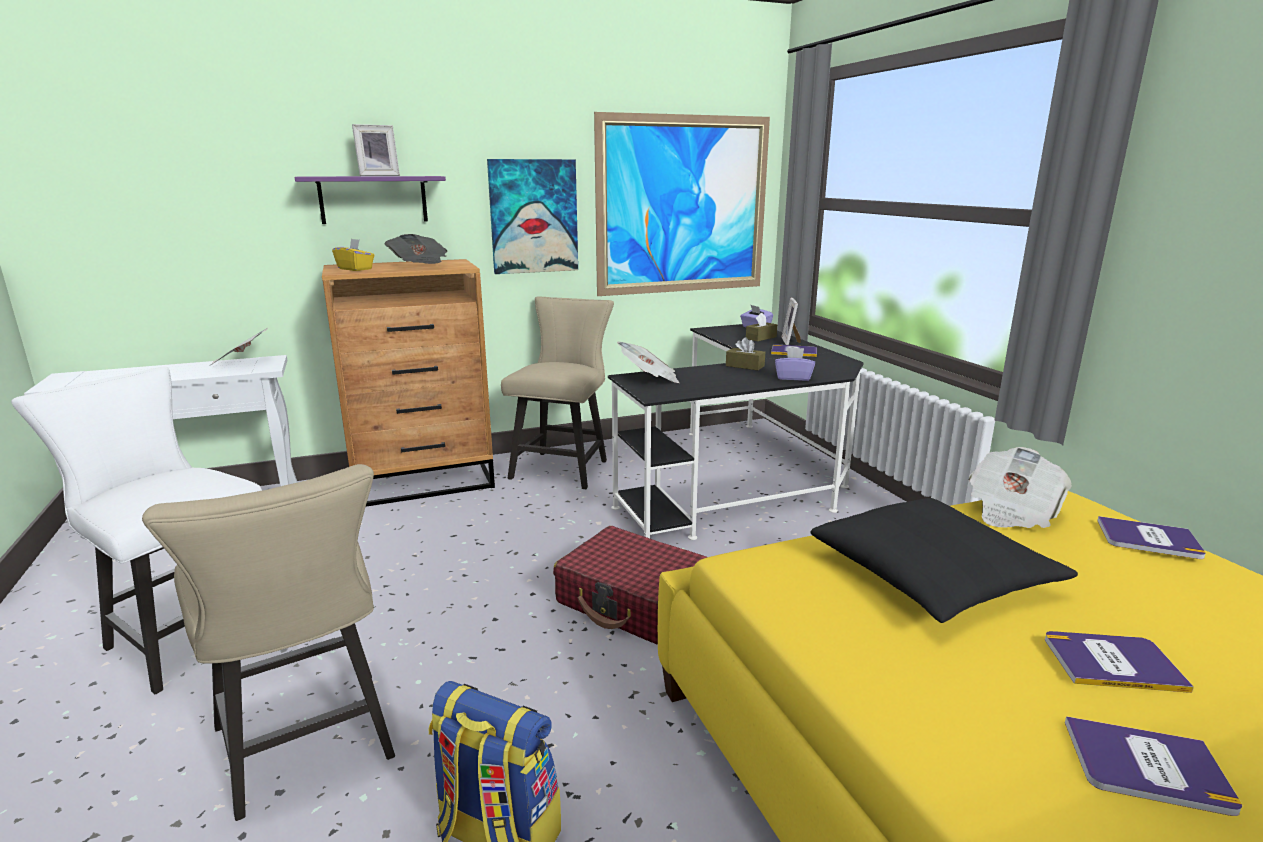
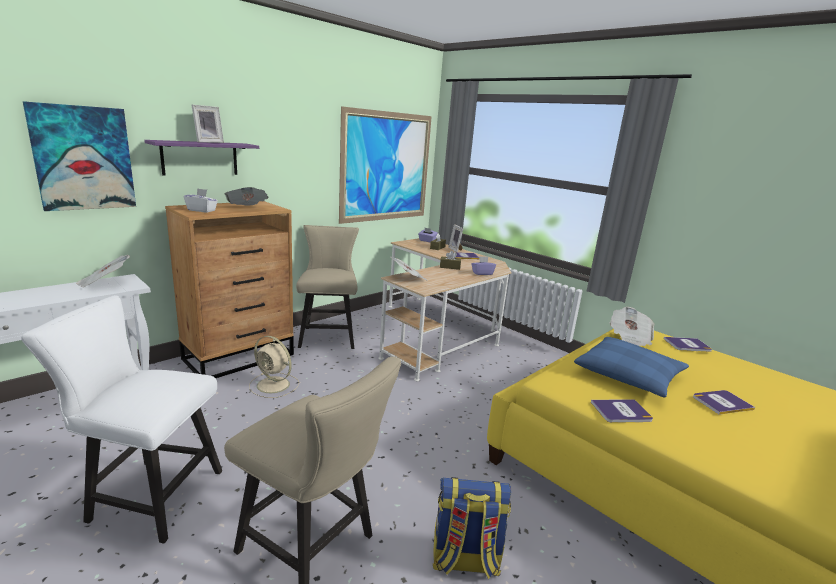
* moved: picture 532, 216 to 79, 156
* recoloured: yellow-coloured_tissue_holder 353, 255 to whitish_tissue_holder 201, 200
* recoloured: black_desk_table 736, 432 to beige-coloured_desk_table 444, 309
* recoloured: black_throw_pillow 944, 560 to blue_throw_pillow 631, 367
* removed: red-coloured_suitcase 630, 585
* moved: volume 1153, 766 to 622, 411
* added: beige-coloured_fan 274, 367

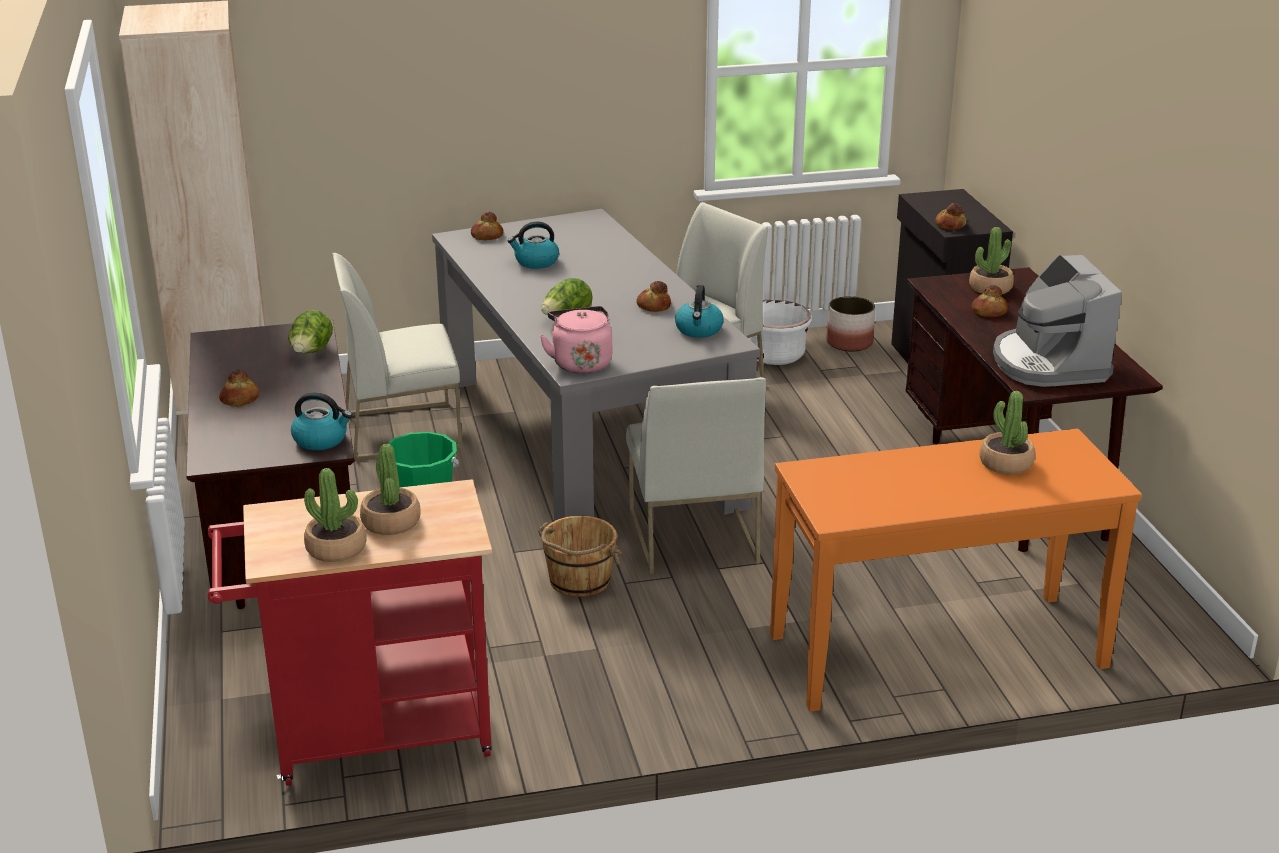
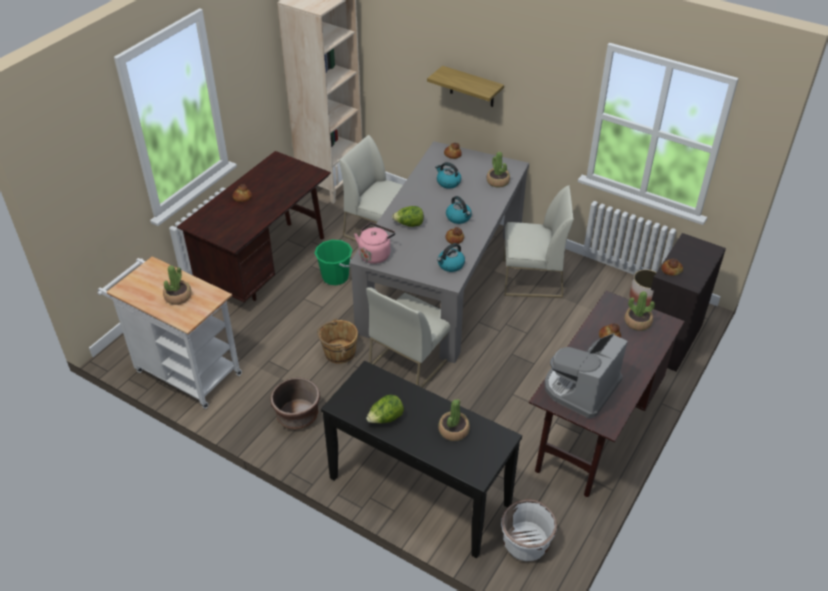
* moved: whitish_planter 779, 332 to 529, 530
* moved: head_of_lettuce 310, 331 to 385, 409
* moved: water_kettle 321, 421 to 459, 210
* recoloured: orangey_hall_table 956, 570 to black_hall_table 421, 459
* moved: potted_plant 335, 515 to 498, 170
* recoloured: red-coloured_cart 350, 632 to whitish_cart 170, 332
* added: bracket_shelf 465, 86
* added: brownish_planter 295, 404

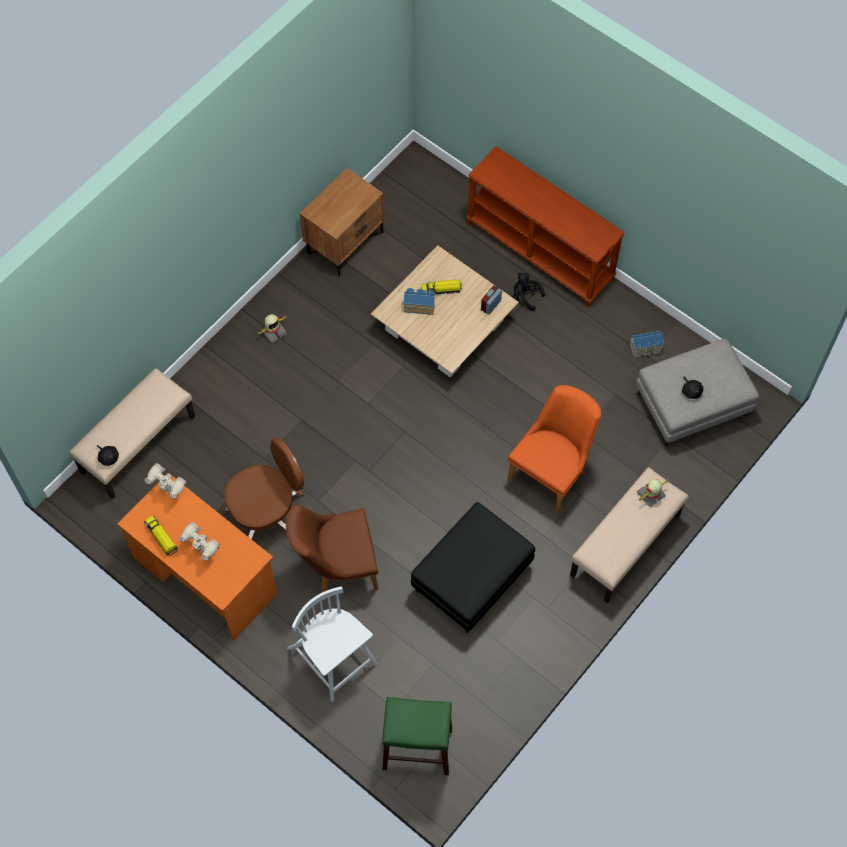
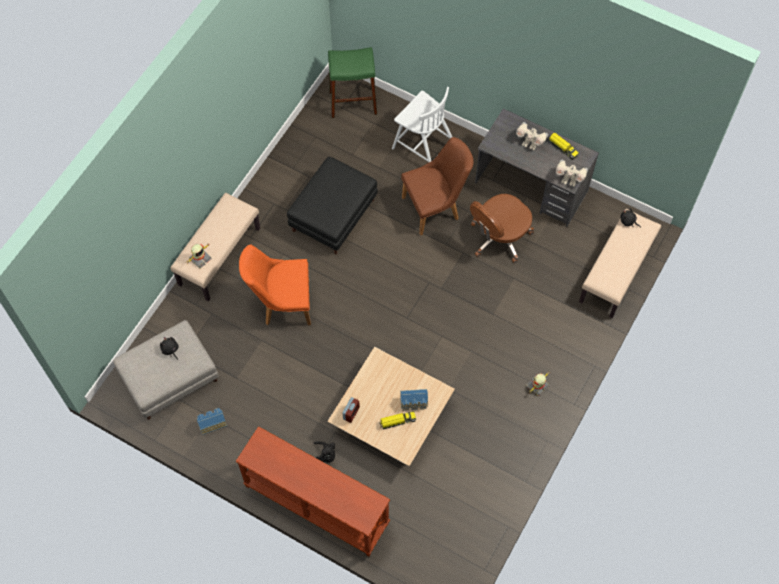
* removed: brownish_night_table 342, 222
* turned: orangey_plain_chair 554, 449 = 275, 284 60 degrees clockwise
* recoloured: orangey_desk_table 197, 557 to gray_desk_table 537, 167

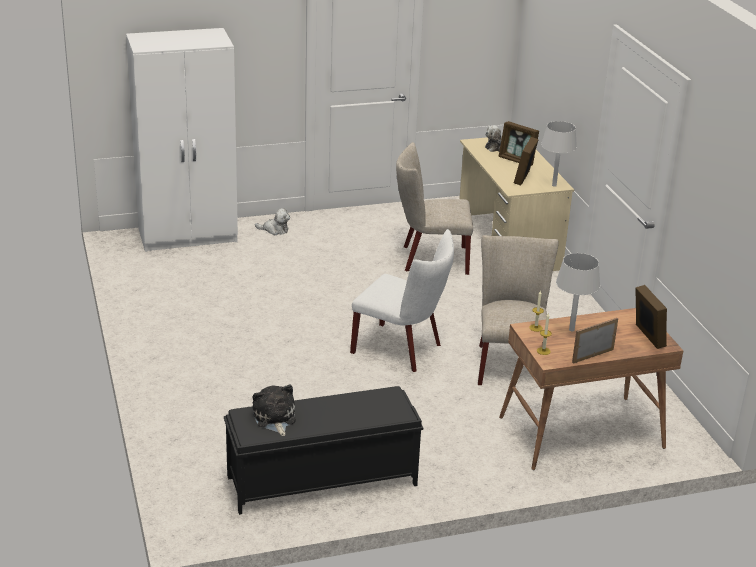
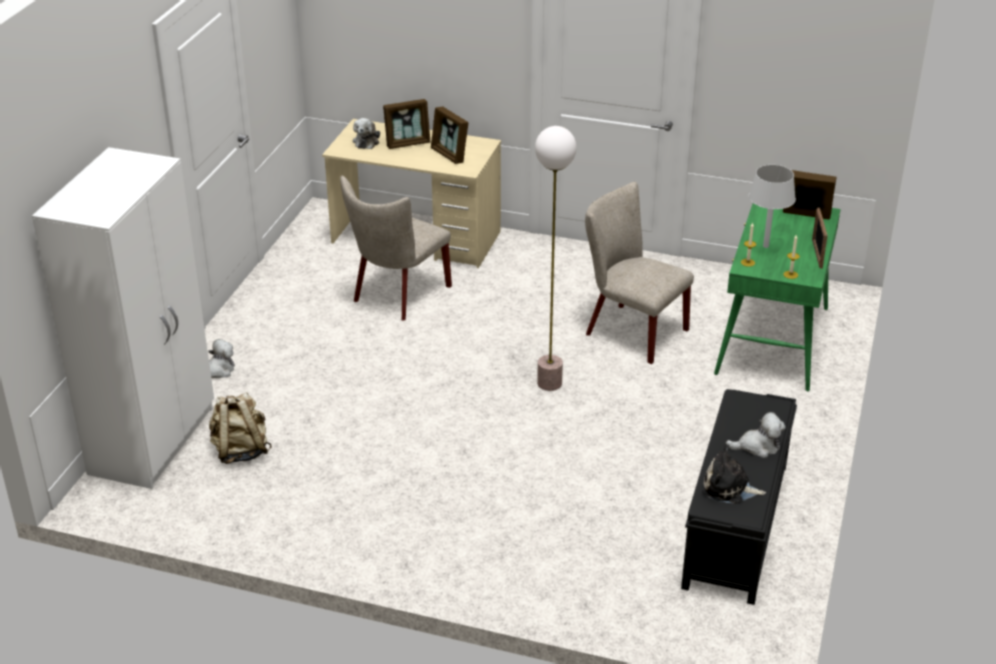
* removed: gray_table_lamp 559, 154
* replaced: whitish_plain_chair 402, 300 to standard_lamp 555, 258
* recoloured: brownish_desk_table 591, 389 to green-coloured_desk_table 777, 297
* added: beige-coloured_rucksack 240, 428
* added: soft_toy 756, 435

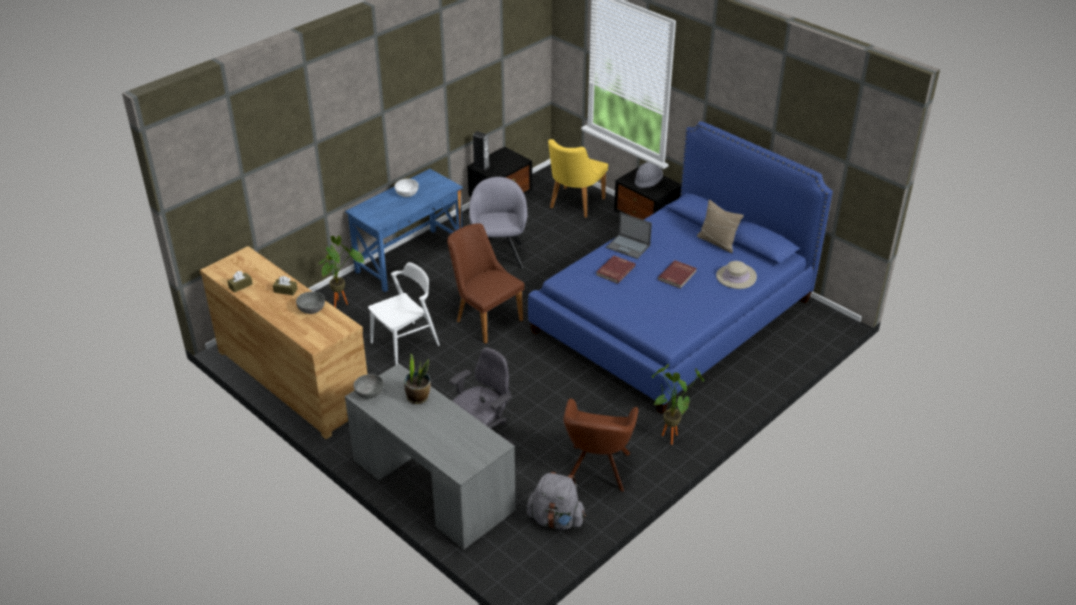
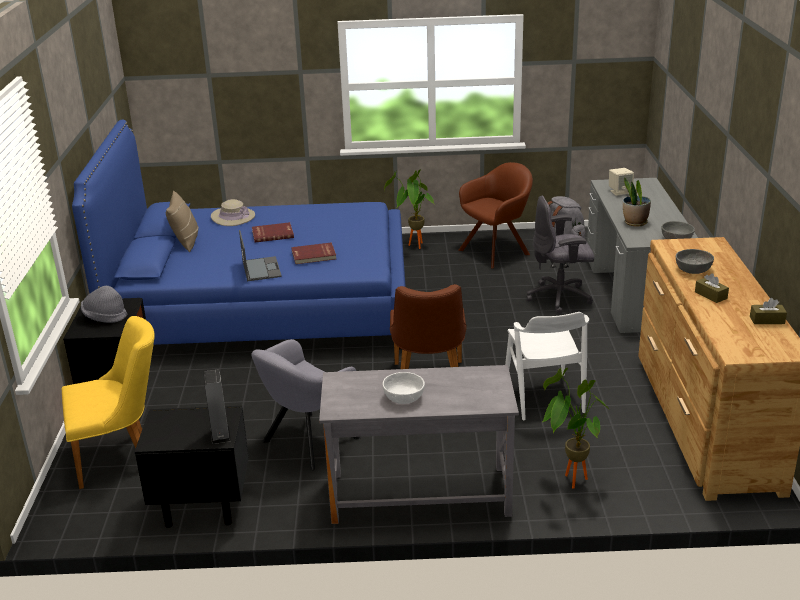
* recoloured: blue_desk_table 404, 230 to gray_desk_table 419, 444
* turned: whitish_plain_chair 404, 313 = 547, 366 105 degrees counterclockwise
* added: beige-coloured_audio_speaker 621, 182

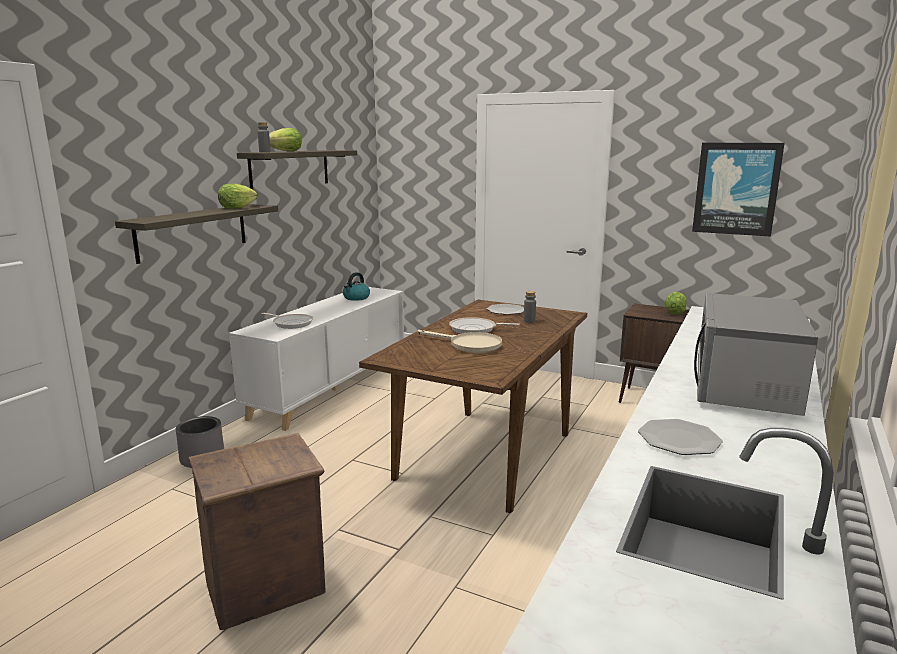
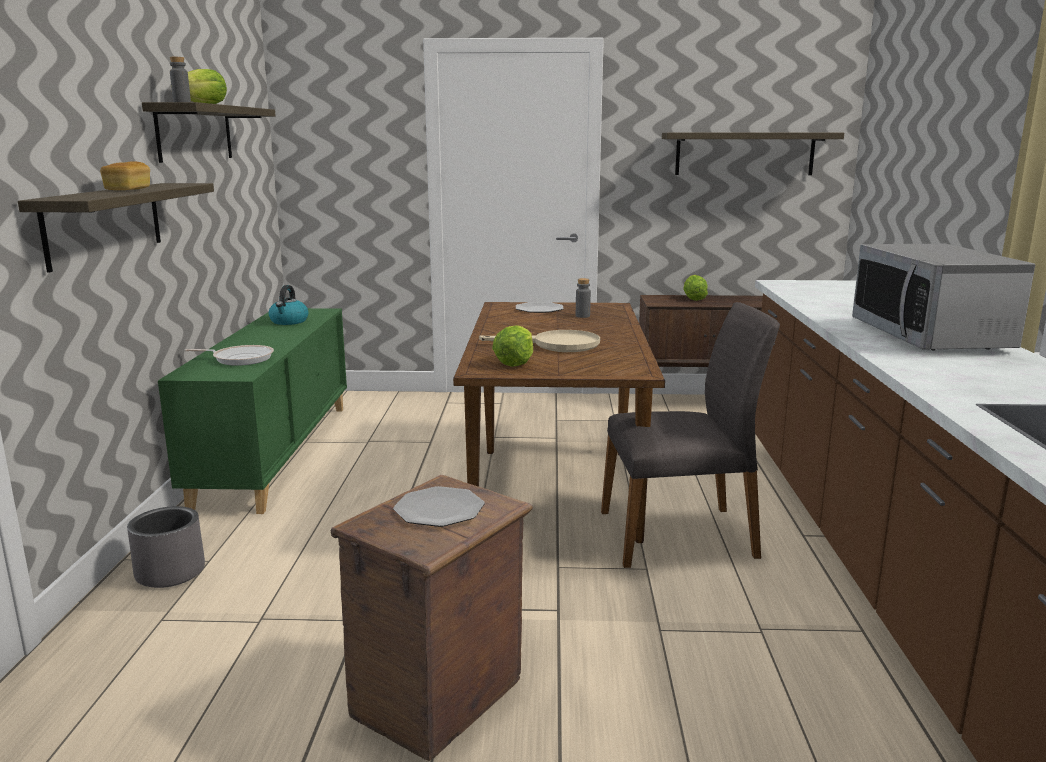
* replaced: picture 738, 190 to bracket_shelf 753, 154
* moved: head_of_lettuce 237, 196 to 512, 346
* recoloured: whitish_storage_cabinet 316, 359 to green-coloured_storage_cabinet 252, 411
* removed: pan 484, 325
* moved: plate 680, 437 to 439, 506
* added: bakery_bread 125, 176
* added: gray_plain_chair 690, 435

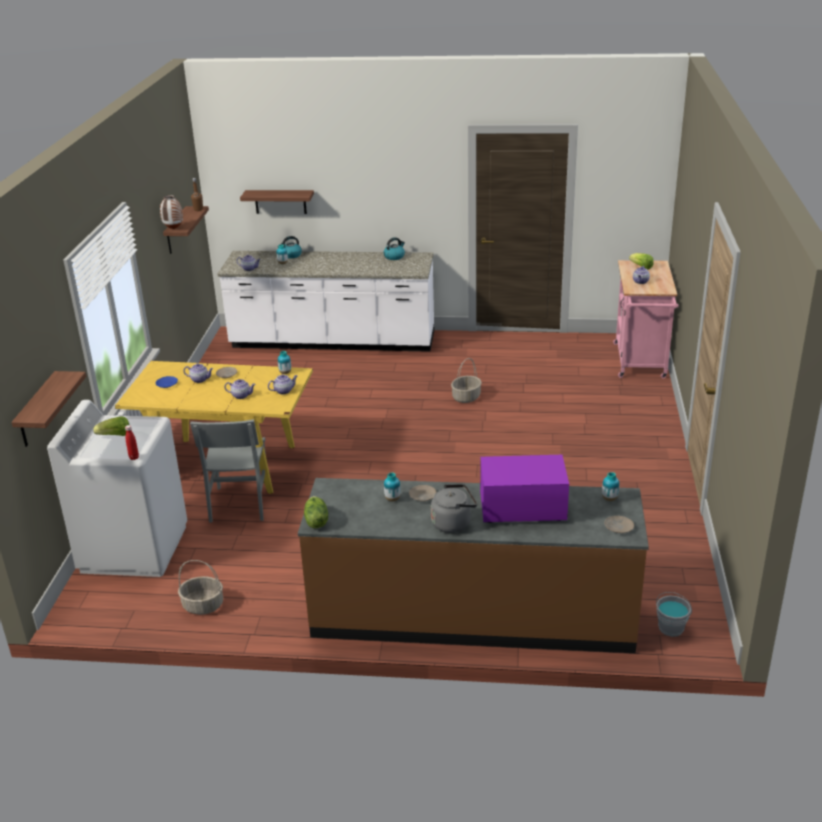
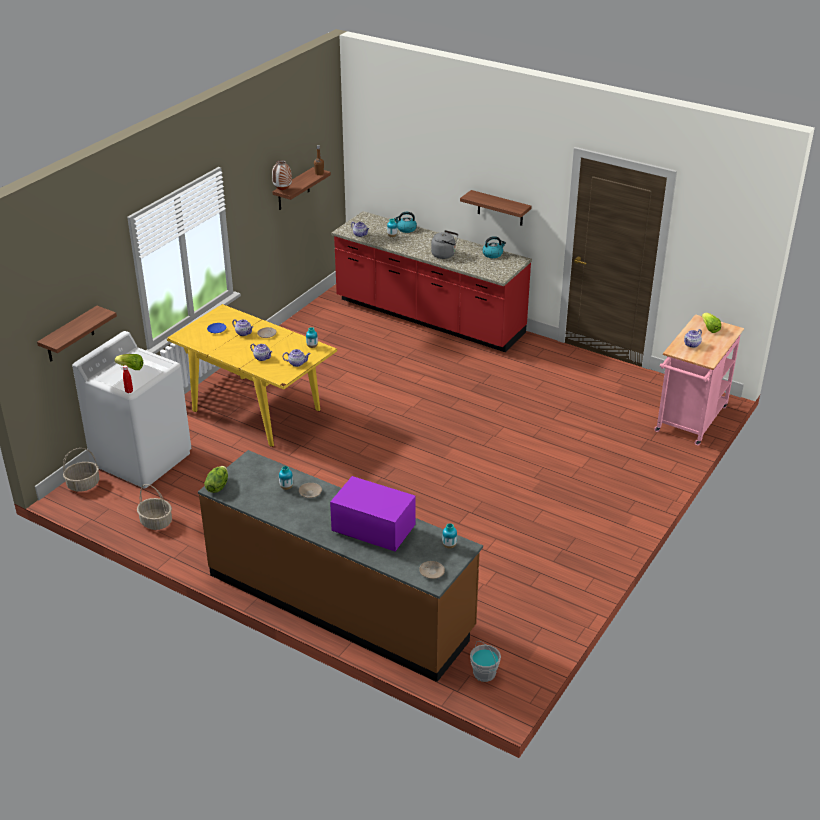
* moved: bracket_shelf 277, 202 to 496, 208
* recoloured: whitish_kitchen_base_unit 326, 301 to red-coloured_kitchen_base_unit 431, 281
* moved: household_basket 466, 380 to 81, 470
* removed: gray_plain_chair 228, 471
* moved: gray_water_kettle 454, 508 to 444, 244

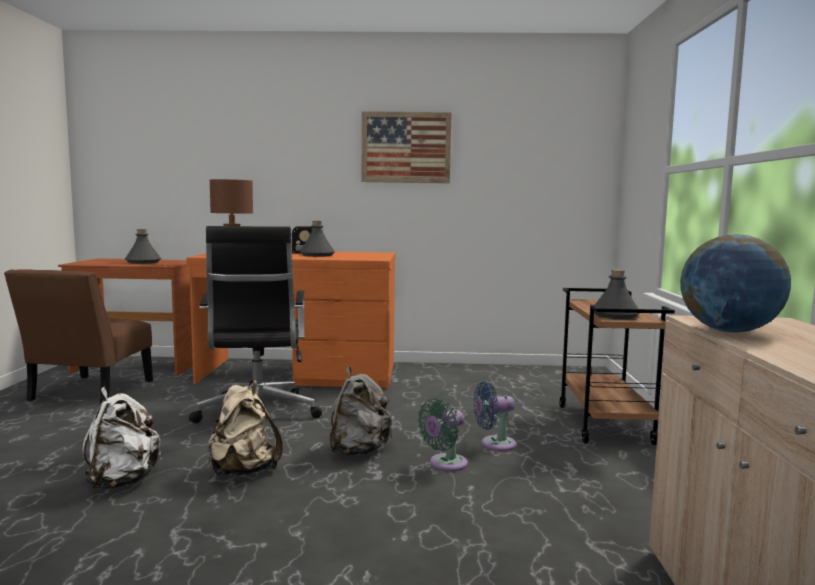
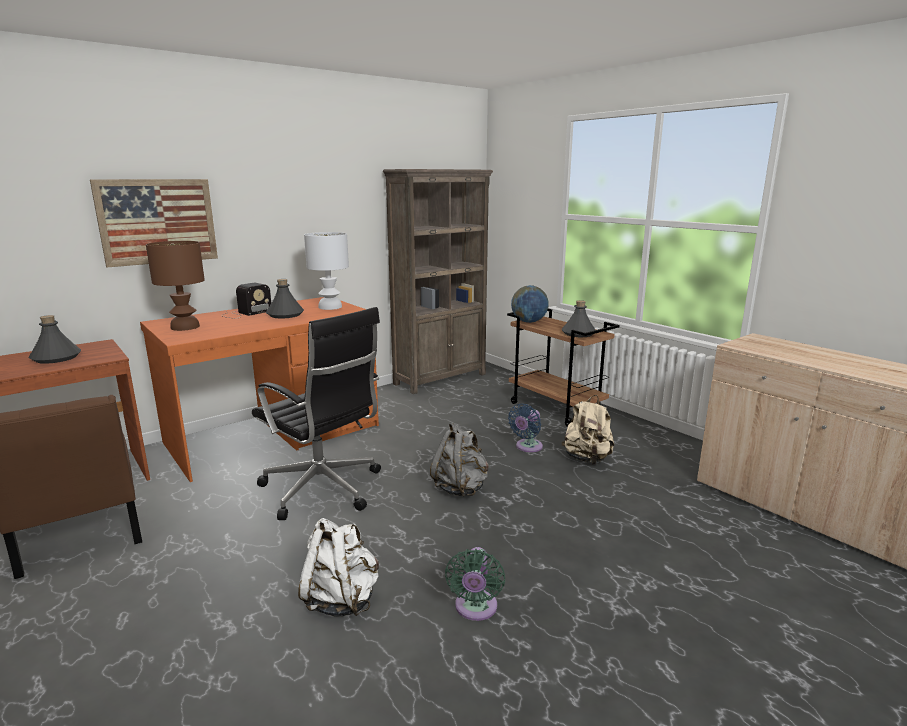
* moved: picture 407, 147 to 154, 223
* moved: world_globe 735, 283 to 530, 304
* moved: beige-coloured_rucksack 245, 428 to 588, 430
* moved: green-coloured_fan 442, 435 to 475, 584
* added: brownish_bookshelf 438, 281
* added: whitish_table_lamp 326, 271

